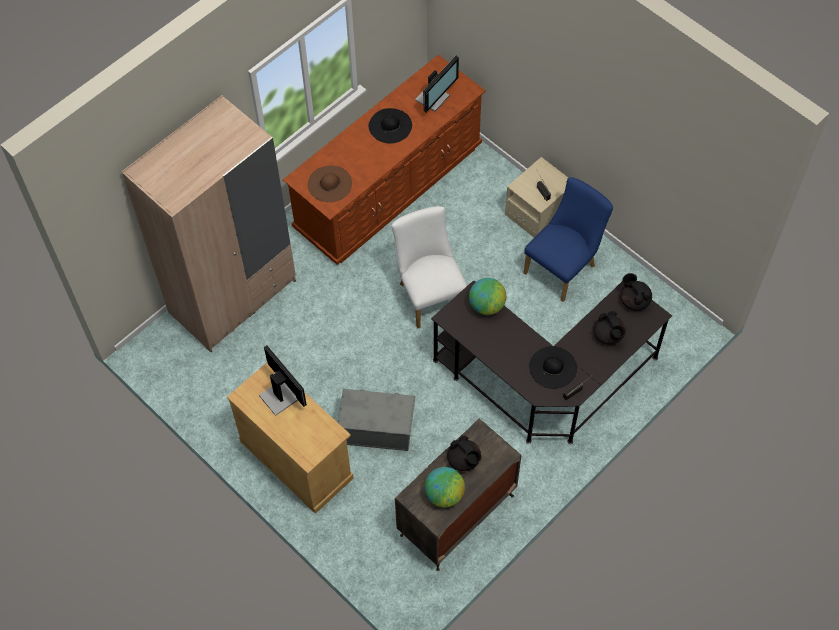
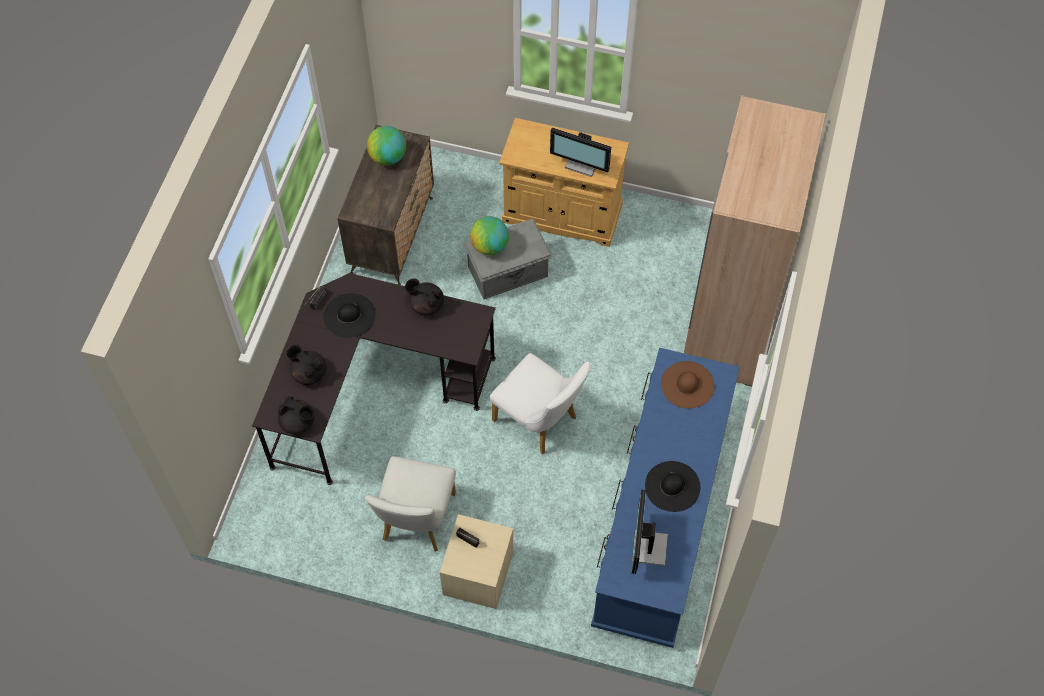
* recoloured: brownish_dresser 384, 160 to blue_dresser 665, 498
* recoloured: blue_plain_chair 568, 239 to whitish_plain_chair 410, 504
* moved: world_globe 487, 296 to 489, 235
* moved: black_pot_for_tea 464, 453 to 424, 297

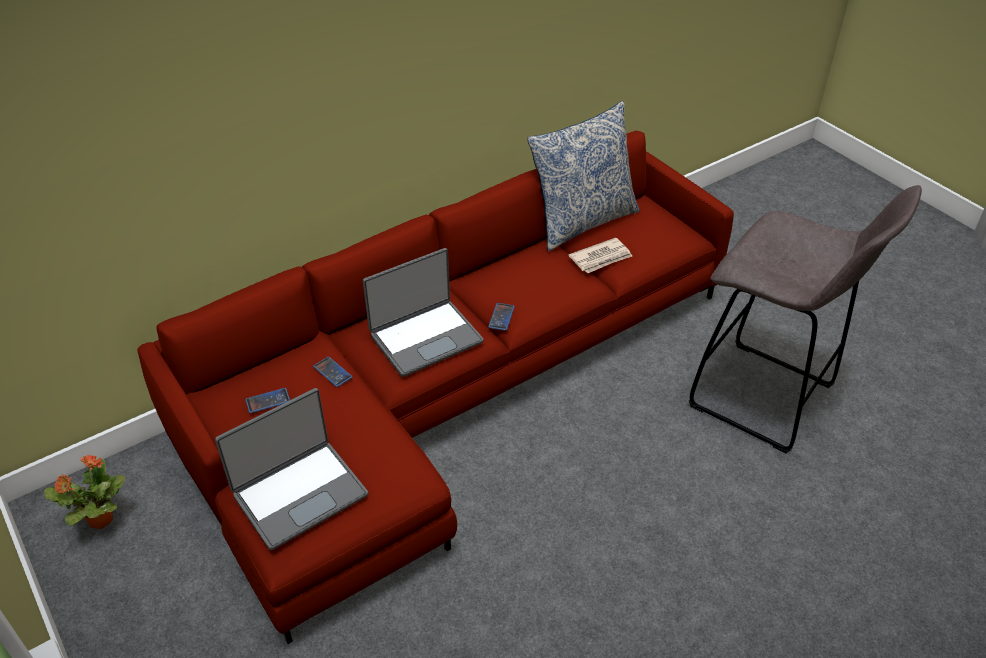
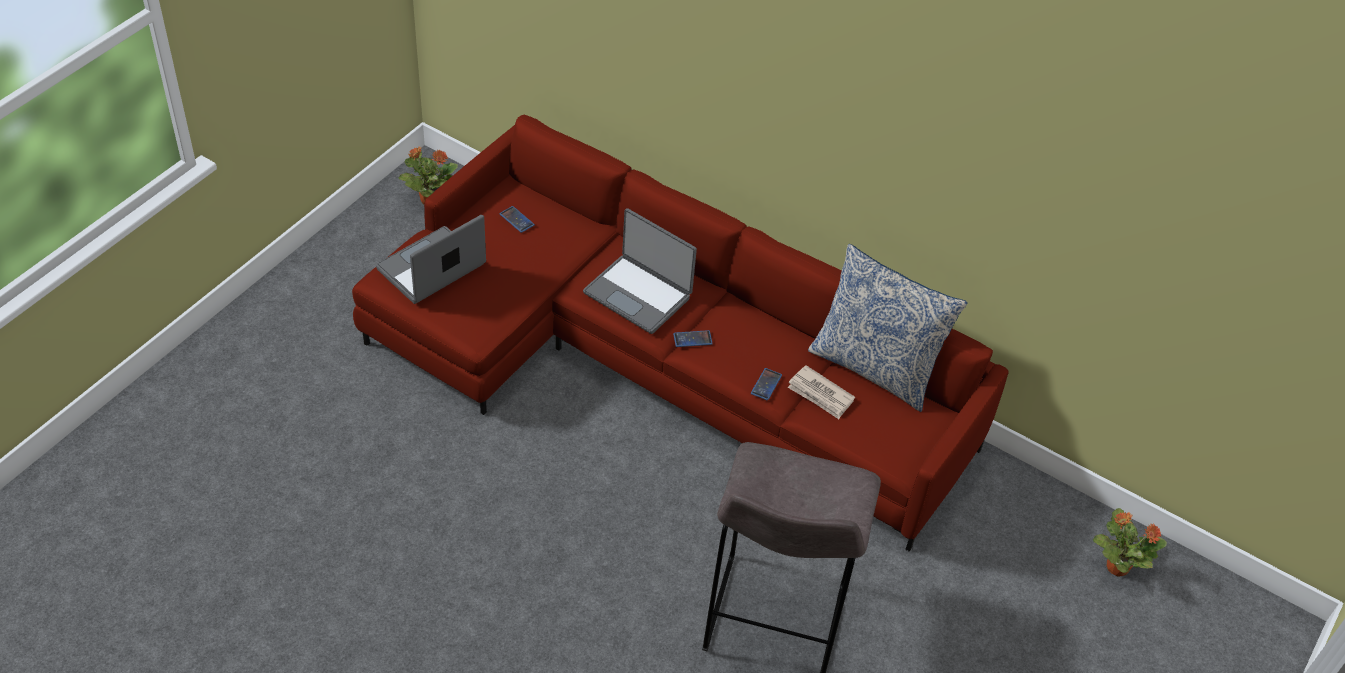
* moved: handset 332, 372 to 766, 384
* turned: laptop 291, 469 = 431, 259 105 degrees clockwise
* added: potted_plant 1130, 542

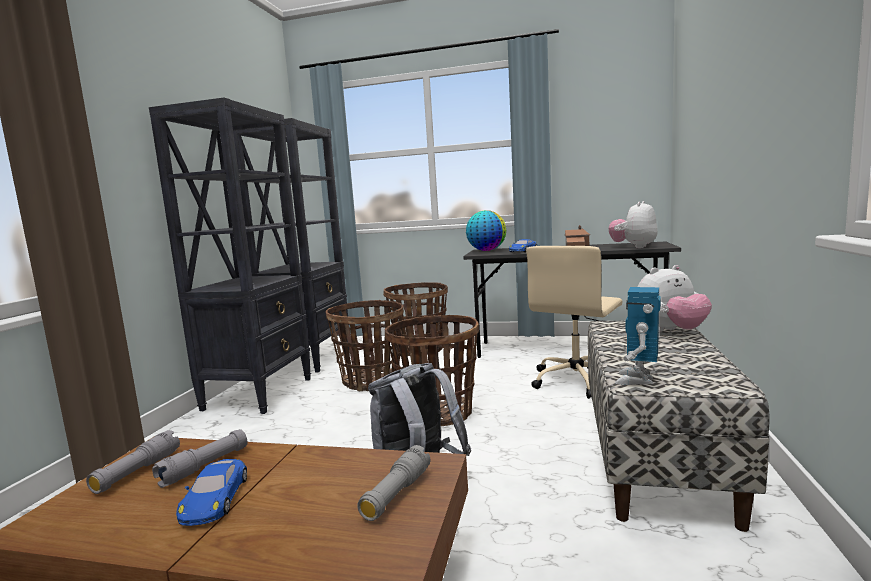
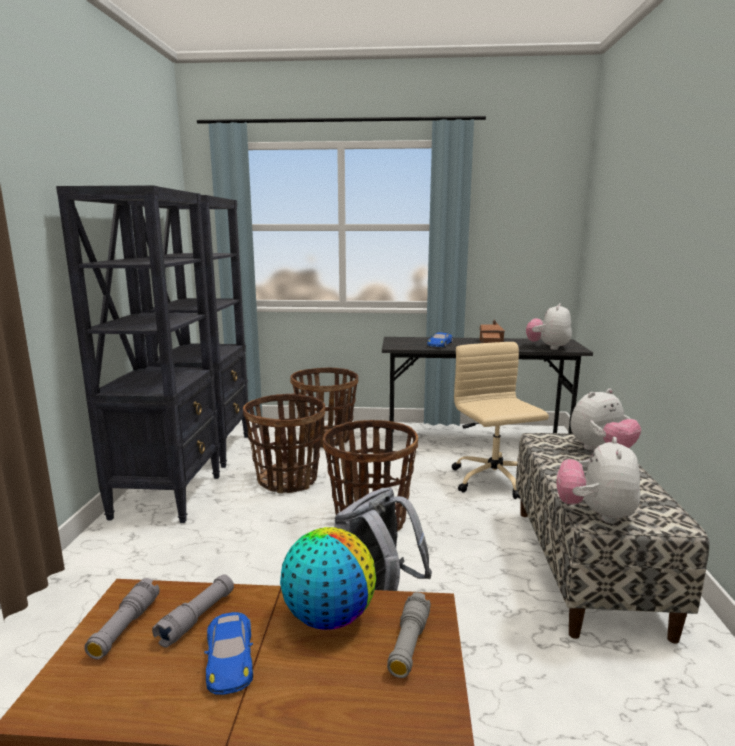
* moved: world_globe 486, 230 to 328, 578
* turned: beige-coloured_desk_chair 574, 322 = 500, 420 135 degrees clockwise
* replaced: toy_robot 638, 336 to soft_toy 599, 480

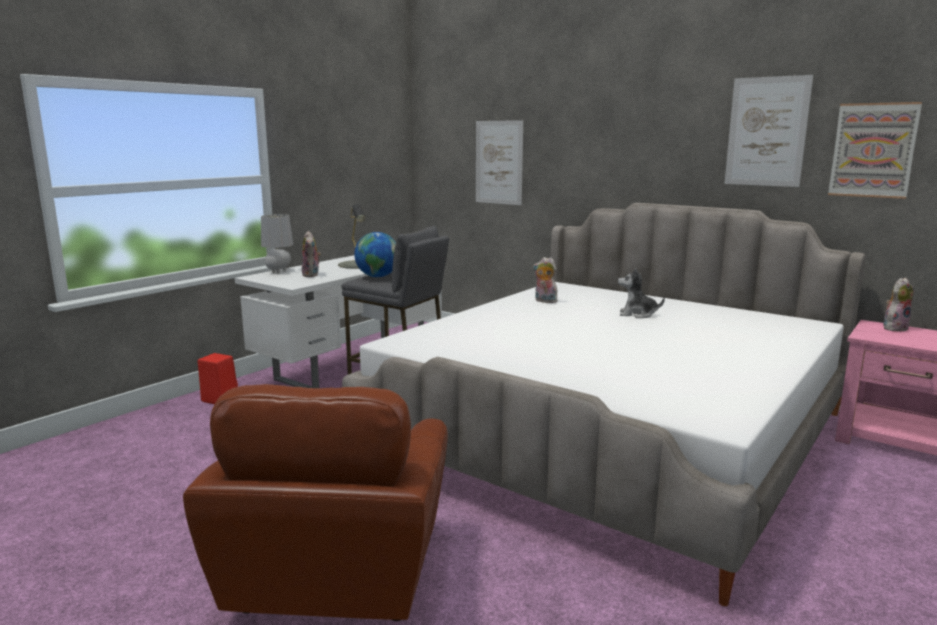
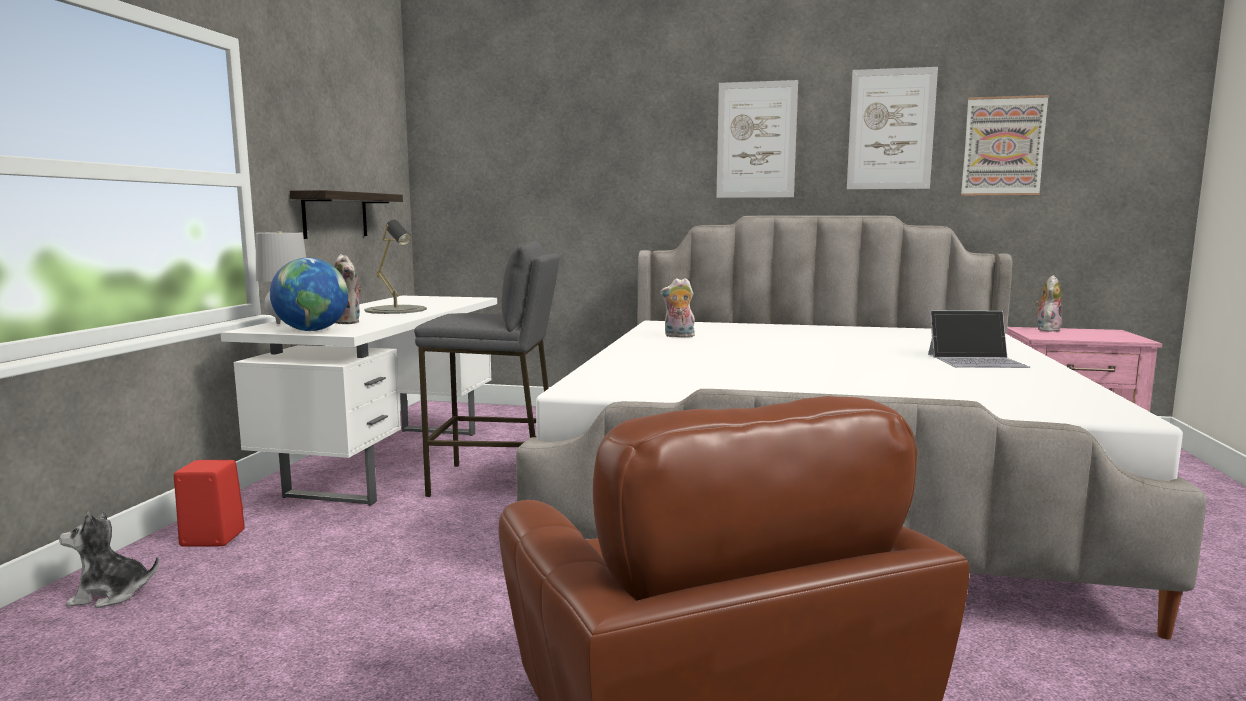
* moved: picture 499, 162 to 757, 139
* moved: world_globe 375, 254 to 309, 294
* moved: soft_toy 641, 293 to 109, 559
* added: bracket_shelf 346, 214
* added: laptop 979, 339

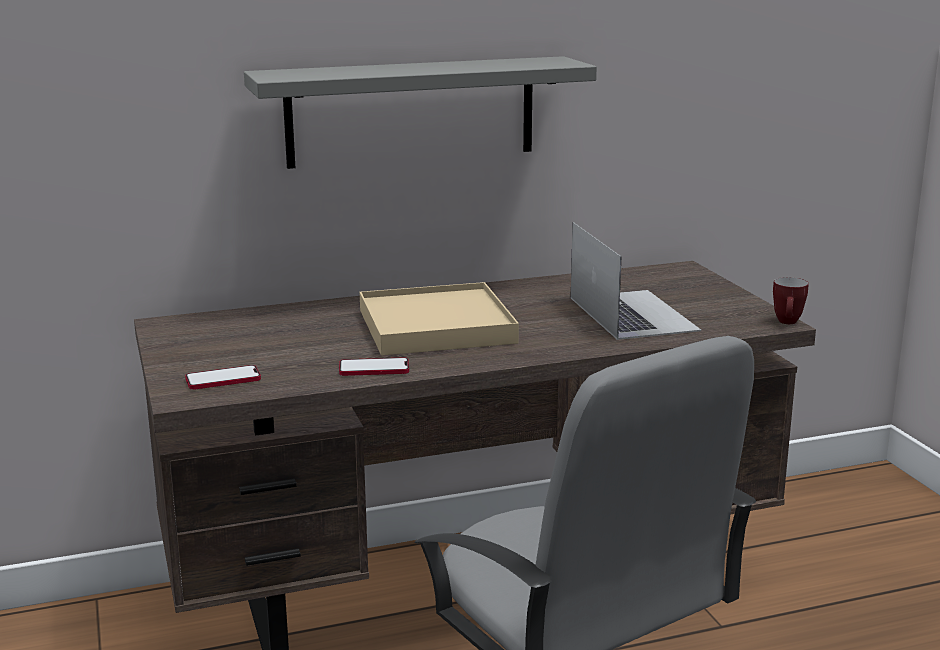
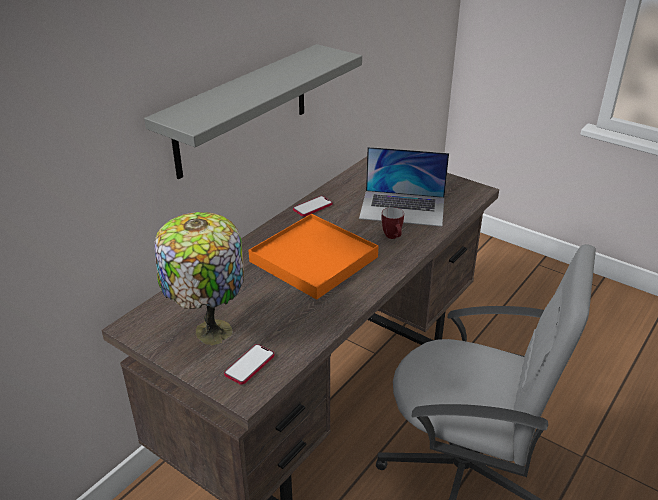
* turned: laptop 636, 281 = 404, 187 150 degrees clockwise
* moved: mug 791, 300 to 392, 223
* recoloured: beige-coloured_carrying_tray 439, 319 to orangey_carrying_tray 313, 257
* moved: handset 374, 366 to 312, 206
* added: table_lamp 199, 279

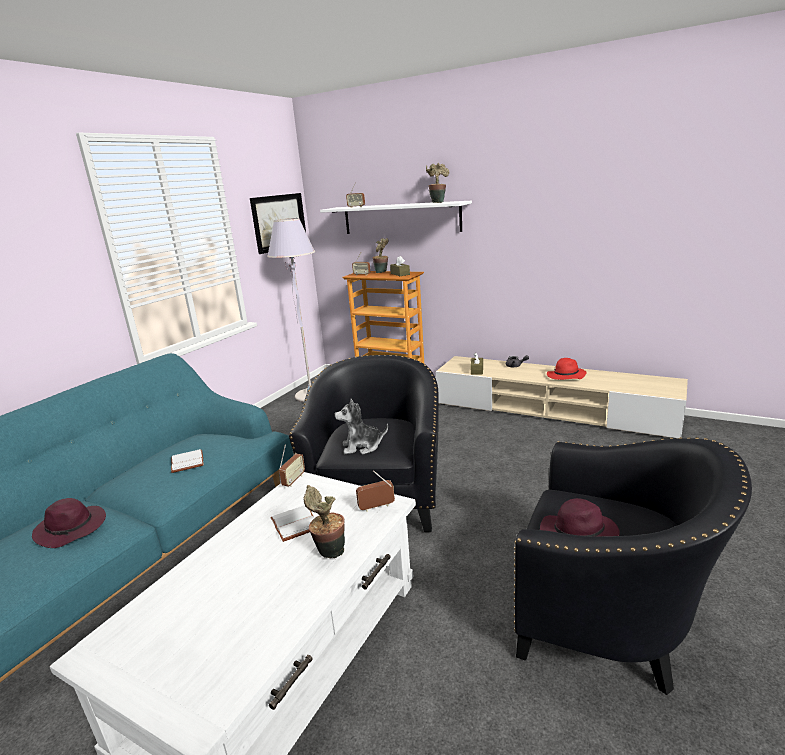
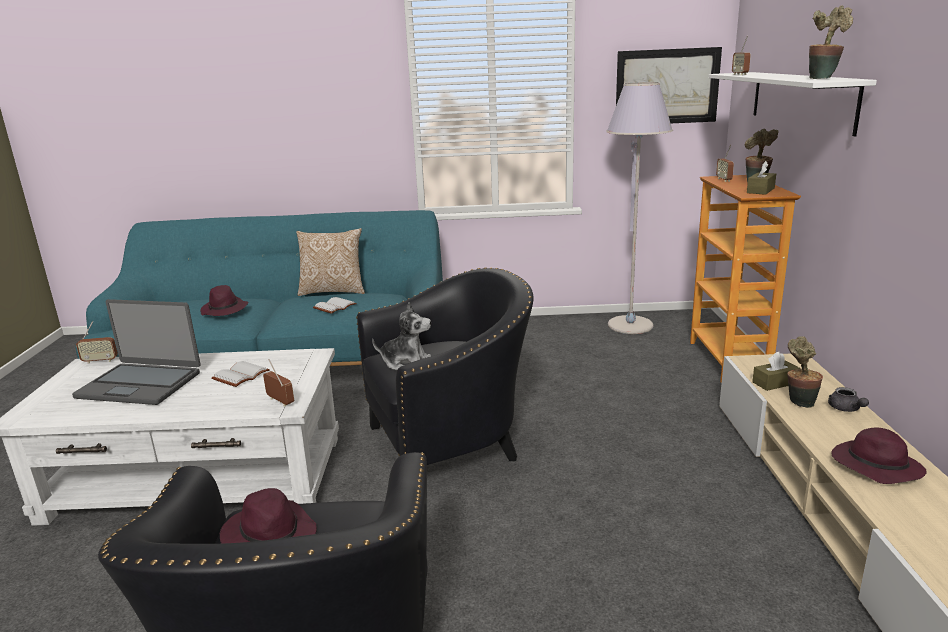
* recoloured: red-coloured_clothing_hat 567, 369 to purplish_clothing_hat 879, 456
* turned: soft_toy 361, 427 = 401, 336 135 degrees clockwise
* moved: radio_set 292, 465 to 97, 342
* moved: potted_plant 324, 521 to 805, 372
* added: throw_pillow 330, 262
* added: laptop 136, 352

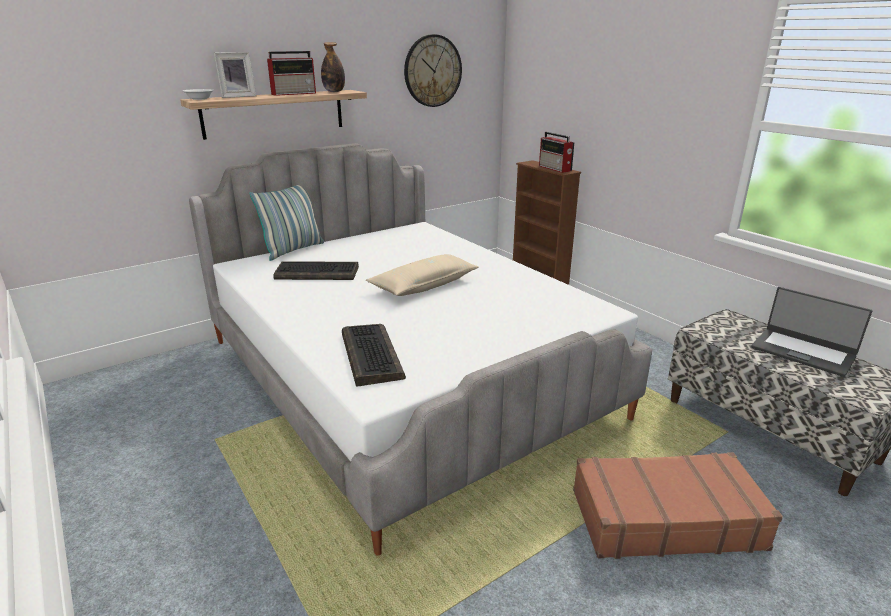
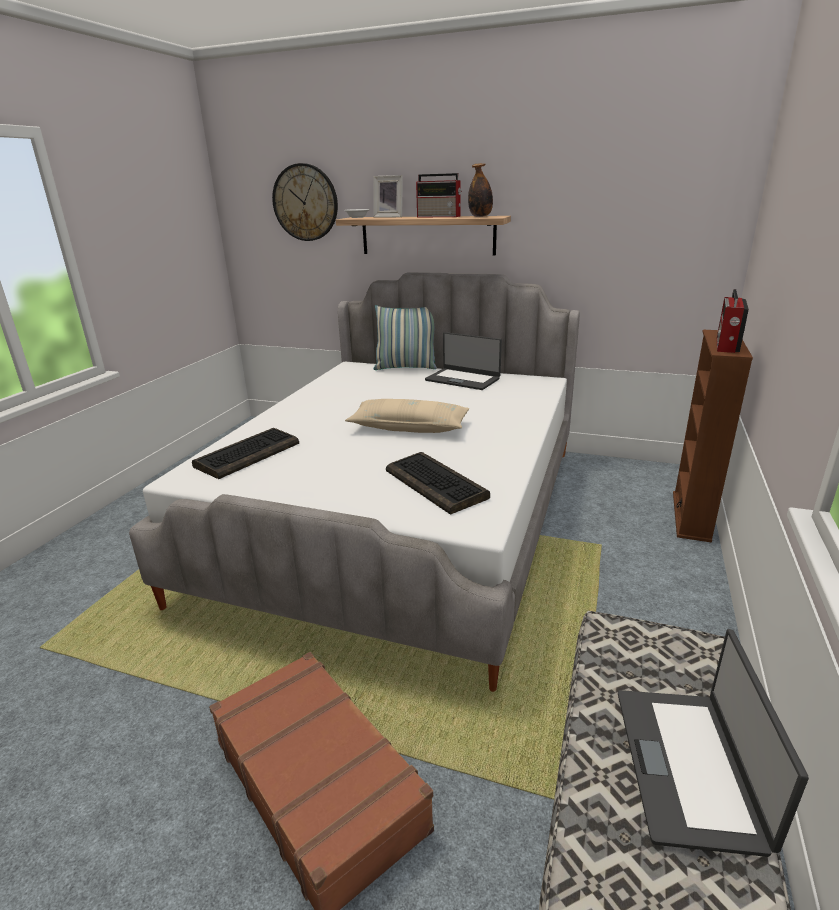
* moved: hanging_clock 433, 70 to 305, 202
* moved: computer_keyboard 316, 270 to 438, 483
* added: laptop 463, 361

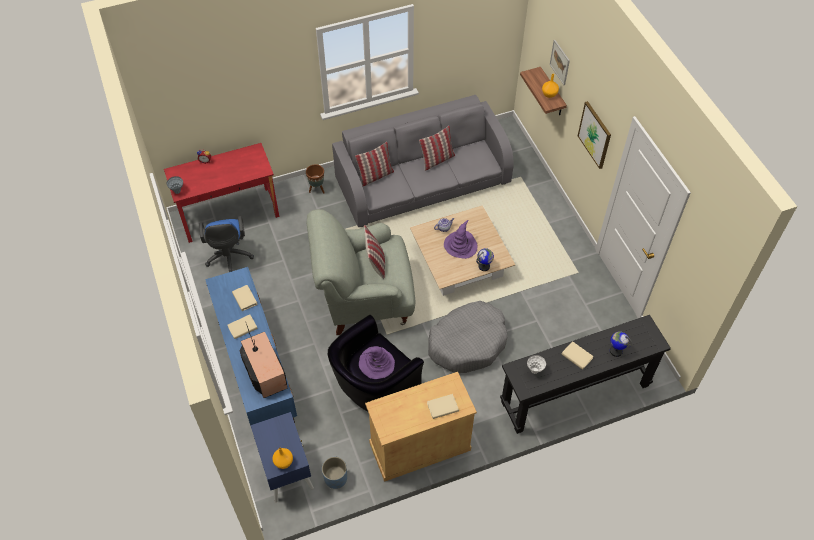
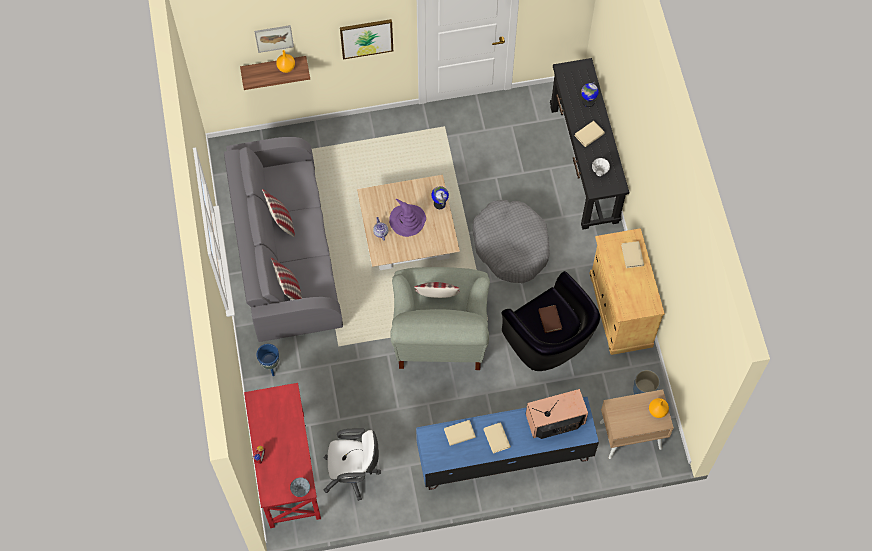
* recoloured: brownish_planter 315, 178 to blue_planter 268, 360
* recoloured: blue_desk_chair 226, 244 to whitish_desk_chair 352, 465
* replaced: purplish_clothing_hat 377, 362 to brownish_volume 550, 319
* recoloured: blue_night_table 282, 457 to beige-coloured_night_table 637, 424

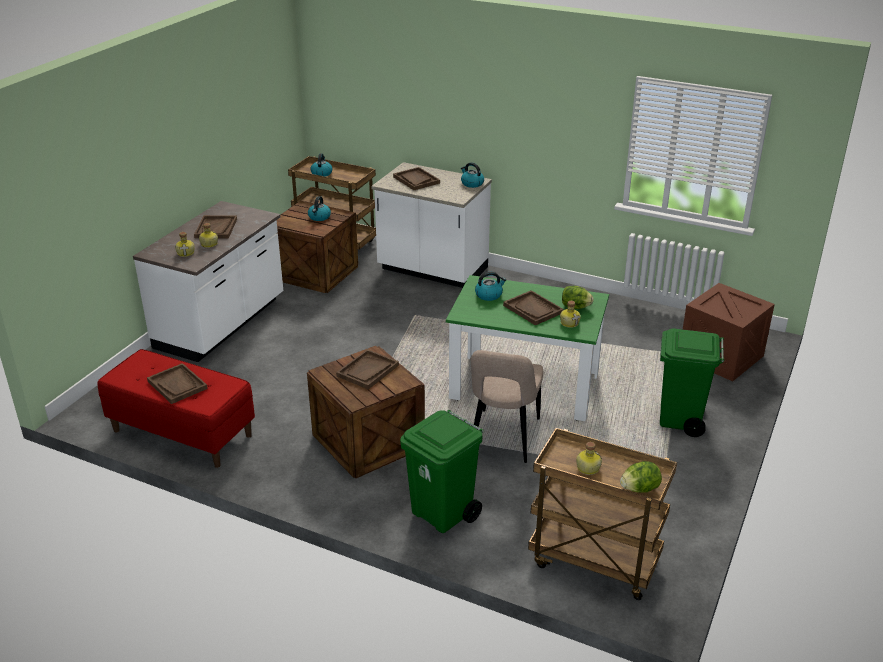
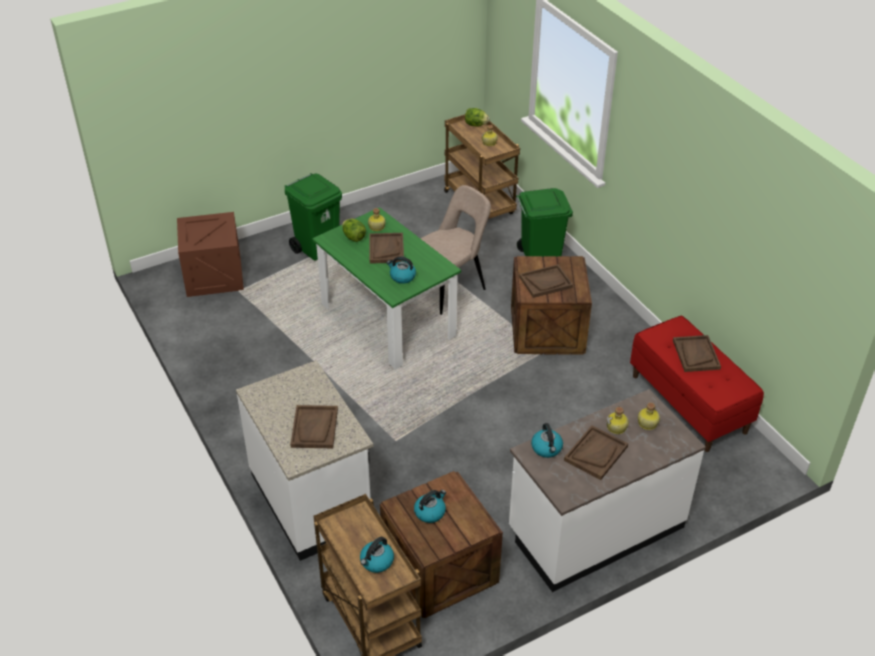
* moved: water_kettle 472, 175 to 547, 440

